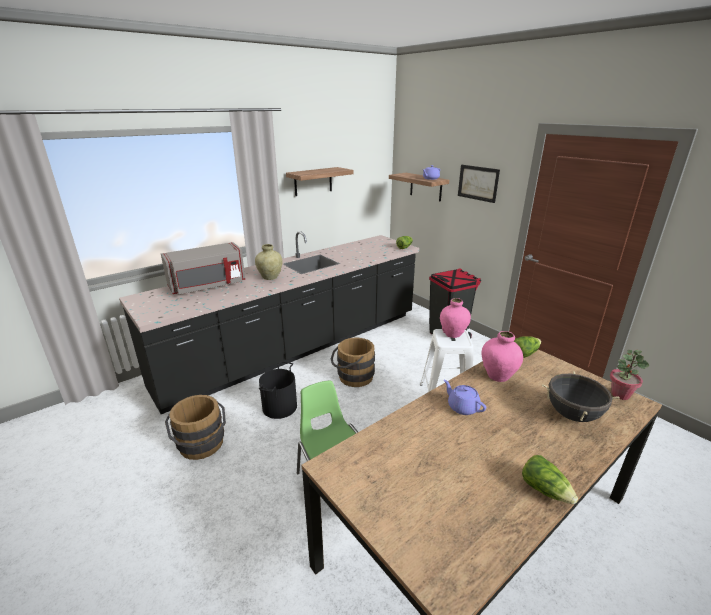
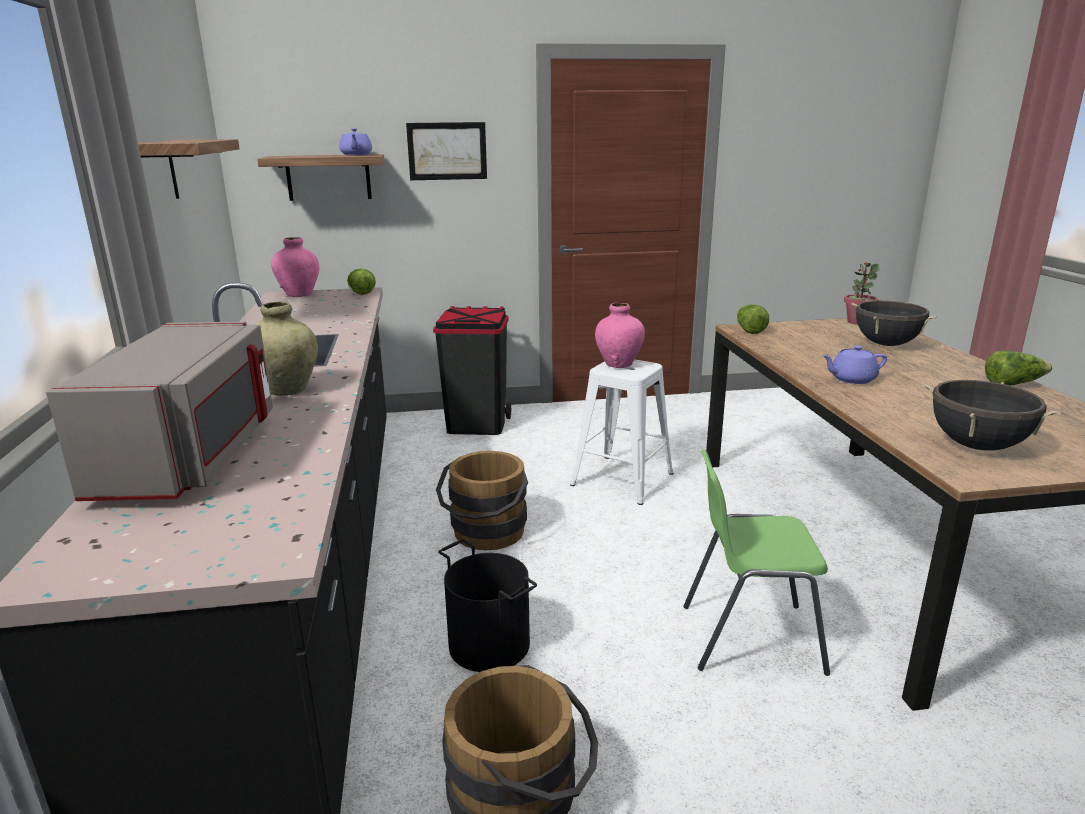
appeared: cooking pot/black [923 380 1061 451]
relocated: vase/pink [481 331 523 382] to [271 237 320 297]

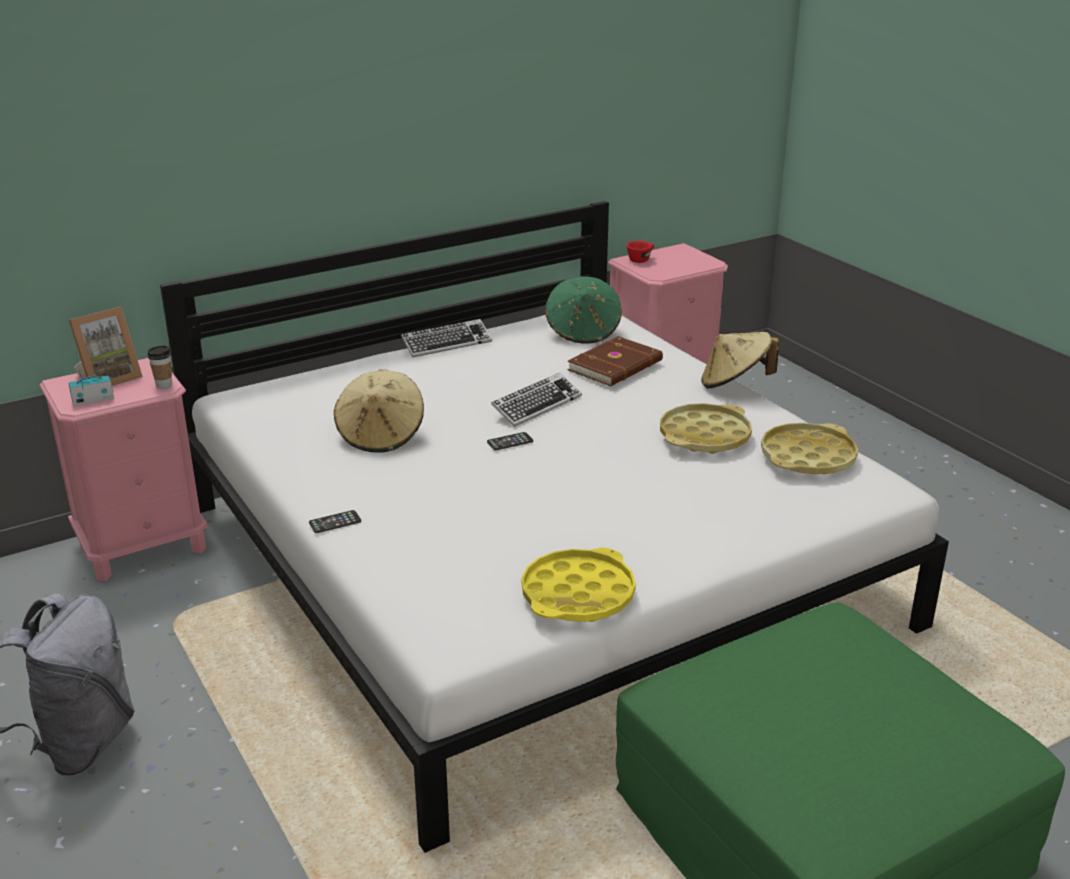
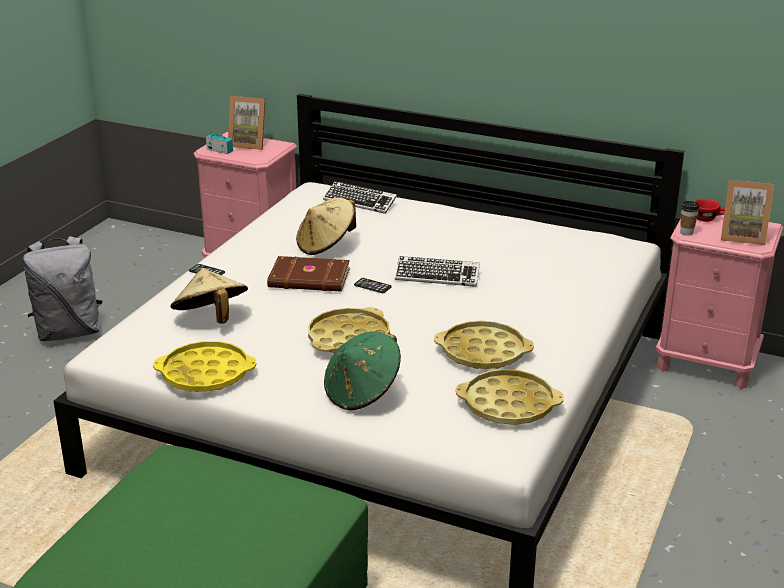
appeared: tray/yellow [308 307 390 353]; picture frame [721 180 774 245]
relocated: cup [147 346 172 389] to [680 201 700 236]; keyboard [401 319 492 358] to [323 181 397 214]; hat/green [545 276 622 344] to [324 331 401 411]; book/brown [568 336 663 386] to [267 256 350 292]; hat/beige [701 332 779 388] to [171 268 248 324]

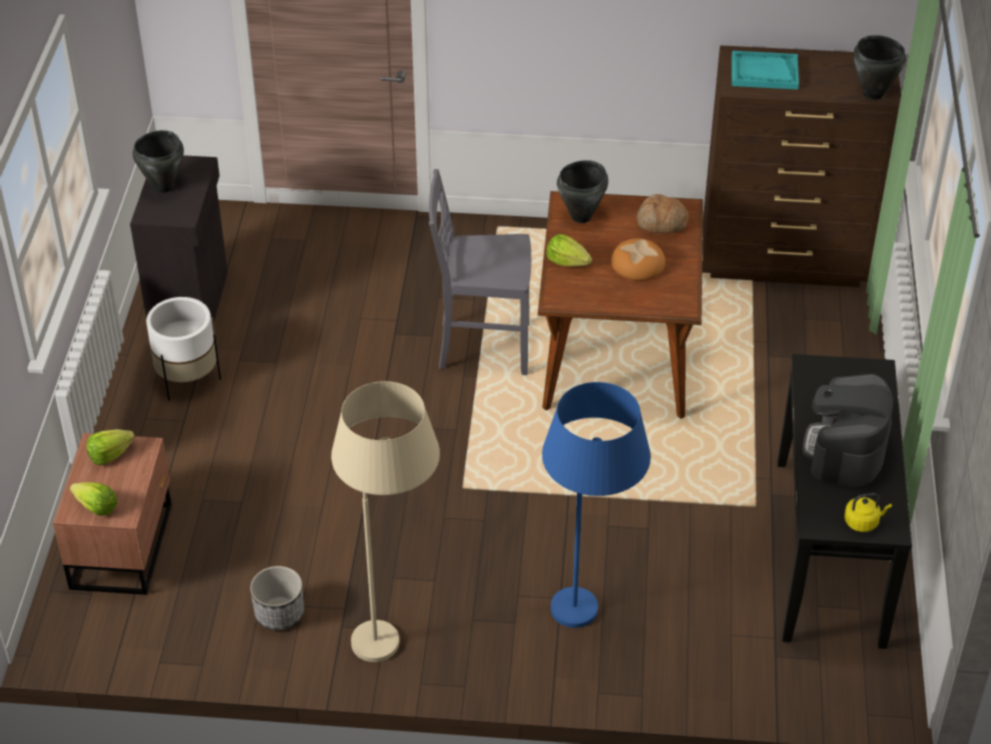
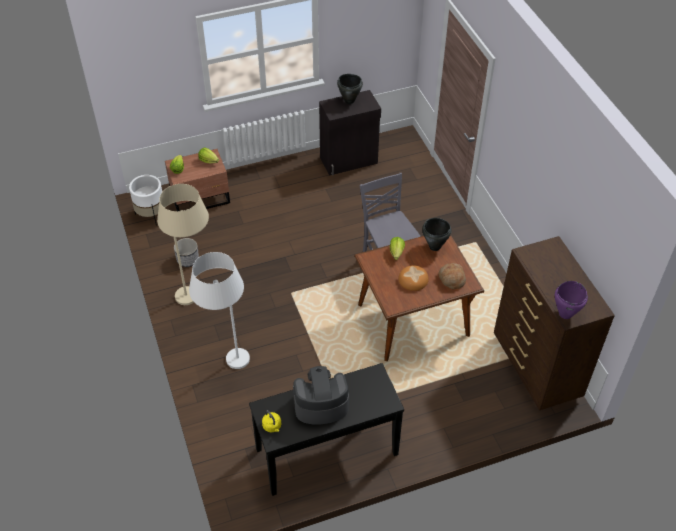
missing: tray/turquoise [732 51 799 90]
relocated: planter/white [146 297 221 400] to [129 175 162 226]
colour: floor lamp/blue [542 382 651 628] to floor lamp/white [189 252 250 369]; cooking pot/black [853 35 906 100] to cooking pot/purple [555 281 588 319]

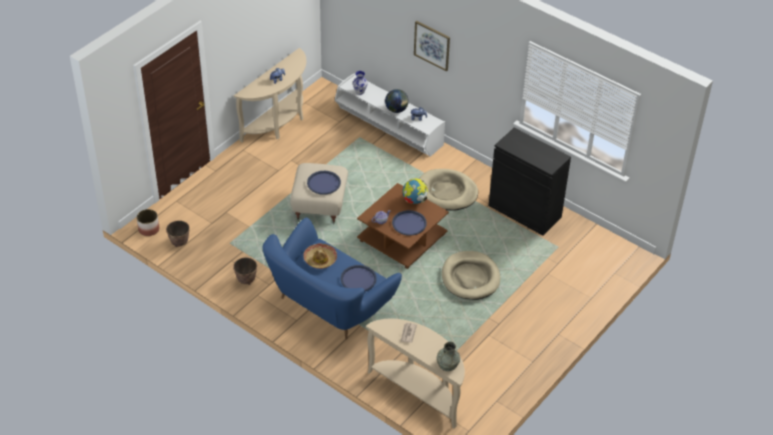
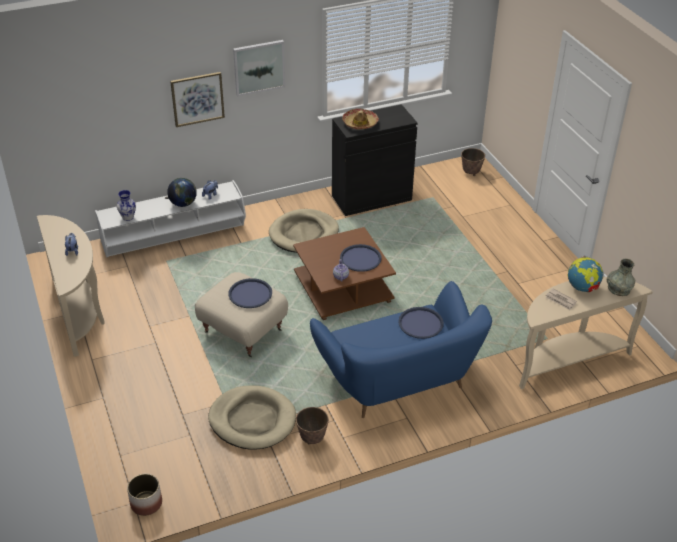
appeared: picture [233 40 285 97]
relocated: planter [166 220 190 247] to [461 148 485 176]; hat [303 243 337 269] to [342 108 379 129]; globe [403 179 428 204] to [568 255 604 292]; dog bed/beige [442 251 500 300] to [208 385 296 450]

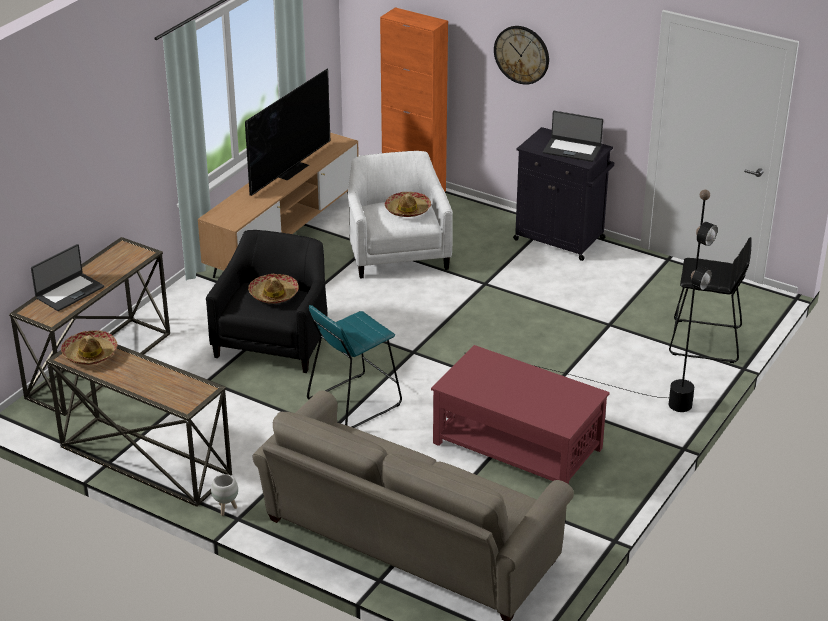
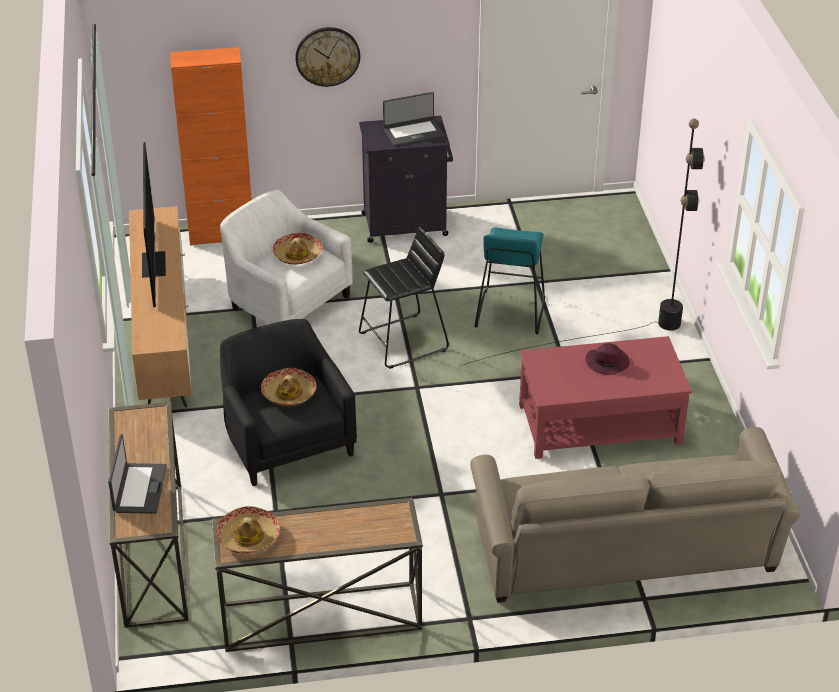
missing: planter/white [211 474 238 516]
appeared: hat/purple [585 343 630 375]
relocated: stool/turquoise [307 305 402 428] to [474 227 545 334]; stool/black [669 237 752 363] to [359 227 449 369]

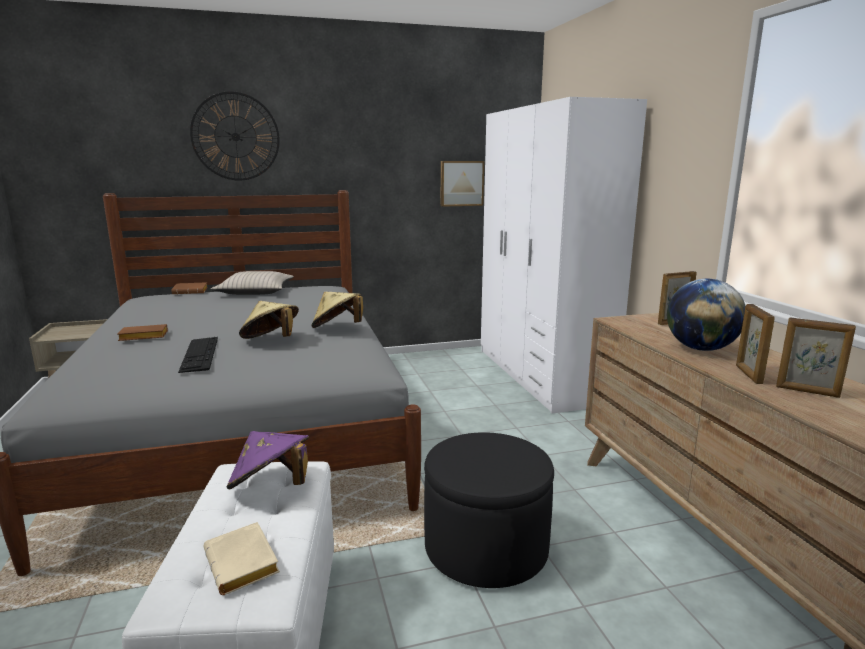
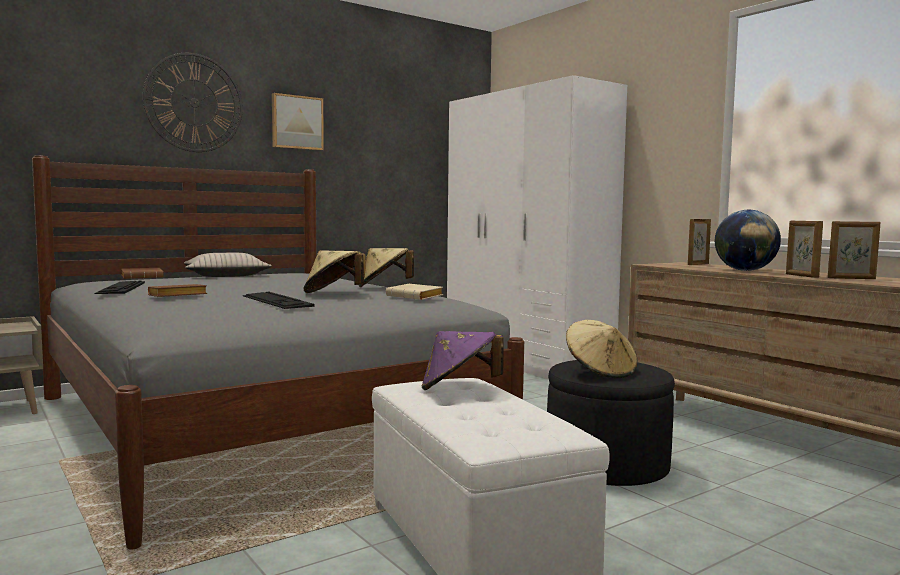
appeared: keyboard [95 280 145 294]; hat/beige [566 320 638 378]
relocated: book/beige [204 522 280 595] to [386 284 443 300]; picture [441 161 484 207] to [272 93 324 151]

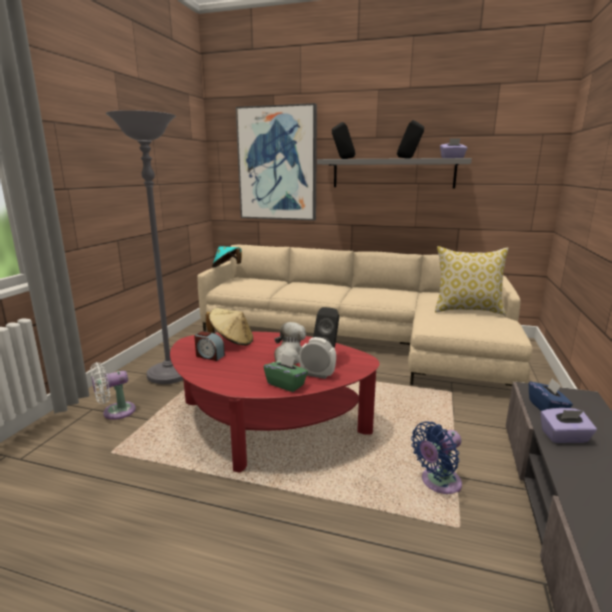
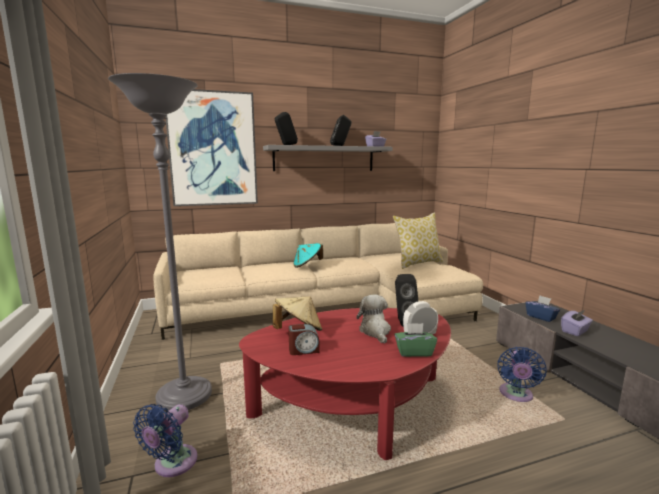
relocated: hat/turquoise [212 246 242 268] to [293 243 323 268]
colour: fan/white [90 362 136 420] to fan/blue [133 404 197 477]

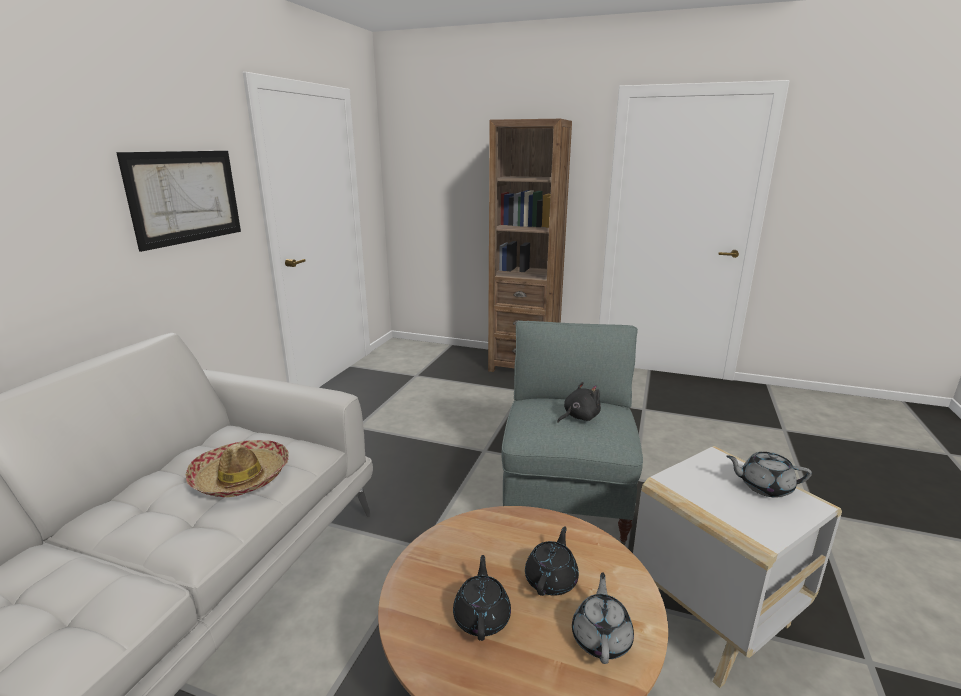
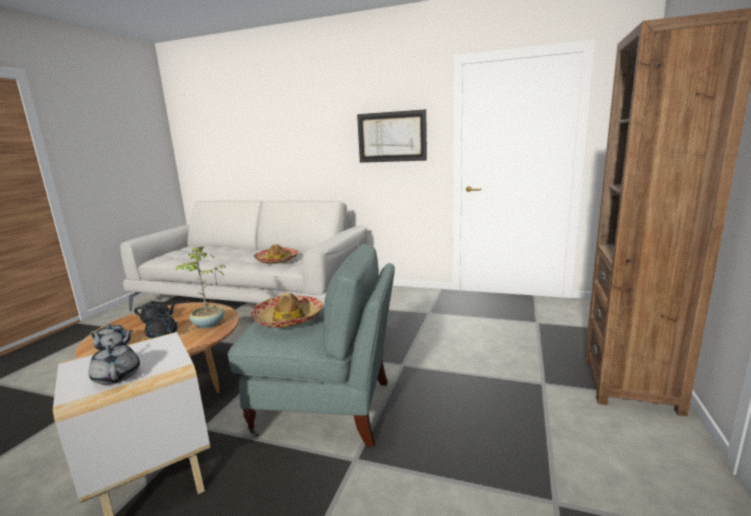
appeared: potted plant [176 246 226 329]
exchanged: plush toy/black [557 382 601 423] to hat [251 292 323 328]
spun: teapot/grey [726 452 812 498] = [89 339 140 385] 45 degrees counterclockwise

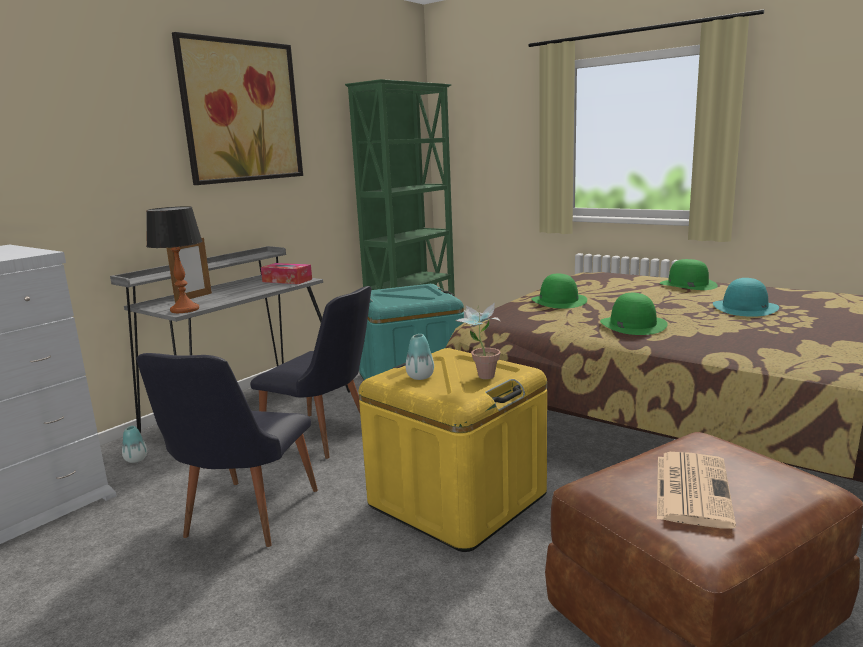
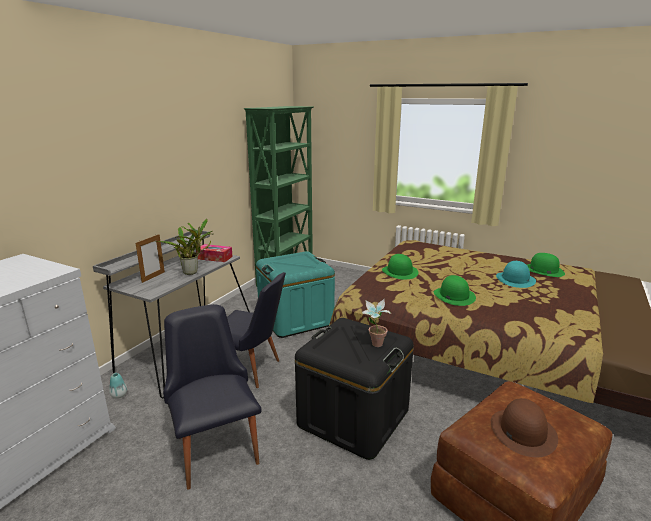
missing: table lamp [146 206 203 313]; picture [172 32 303 185]; vase [406 334 434 380]
appeared: potted plant [154 219 212 275]
relocated: hat/green [660 259 718 290] to [527 253 565 277]
exchanged: newspaper [657 452 736 529] to hat/brown [491 398 558 457]
colour: storage box/yellow [359 348 547 552] to storage box/black [295 318 414 460]
spun: chair/black [136 353 318 547] = [163 304 262 490] 150 degrees clockwise

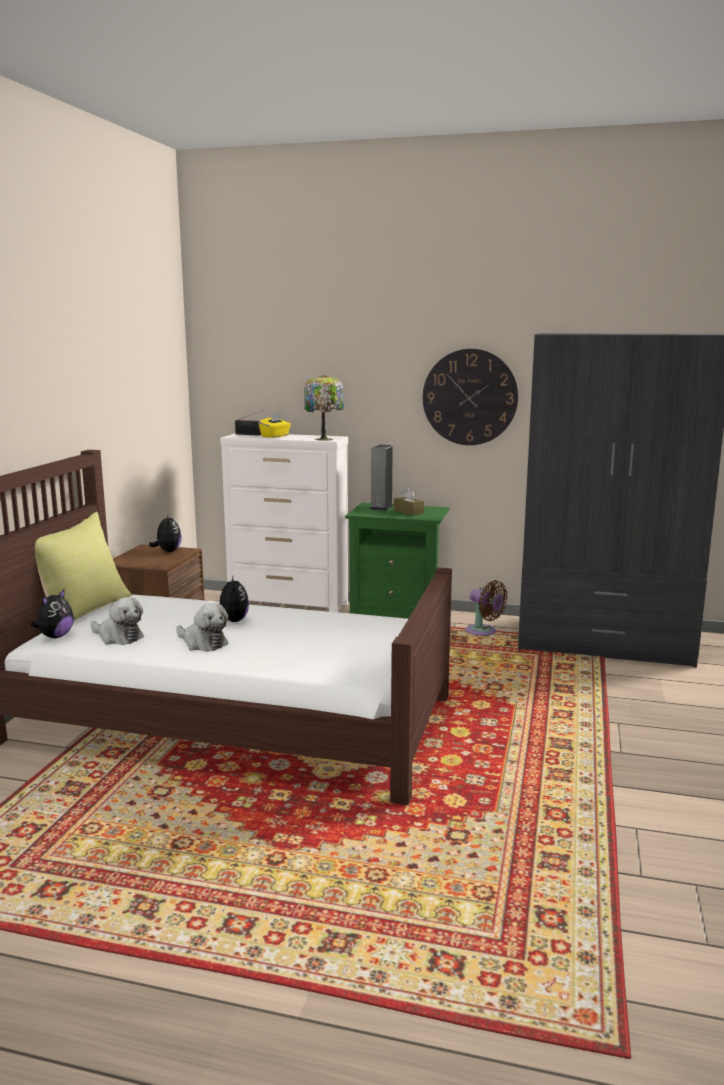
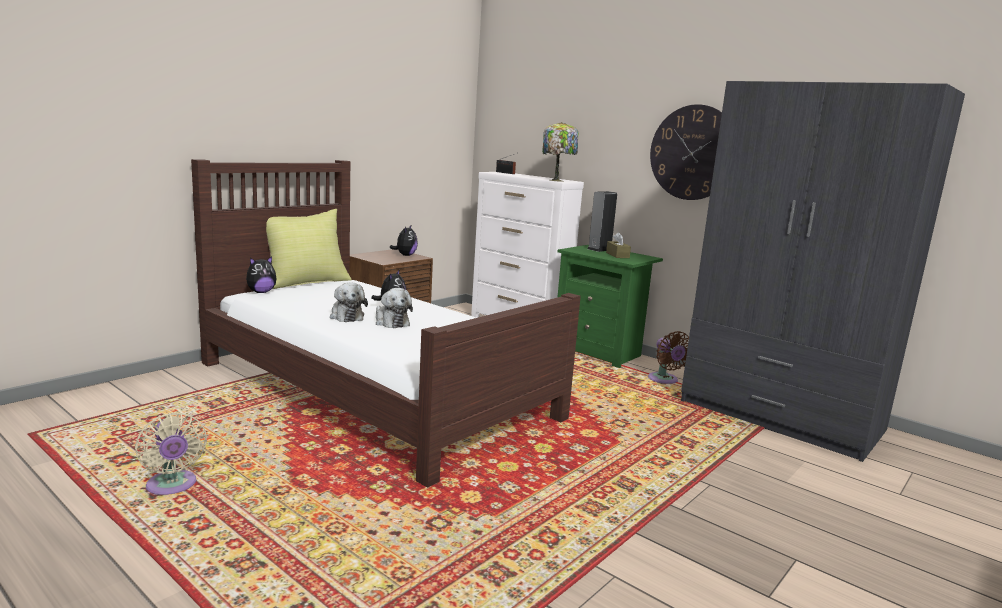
missing: tissue box/yellow [259 413 291 438]
appeared: fan/beige [135 412 207 495]
relocated: plush toy [91 597 144 645] to [376 288 413 328]

